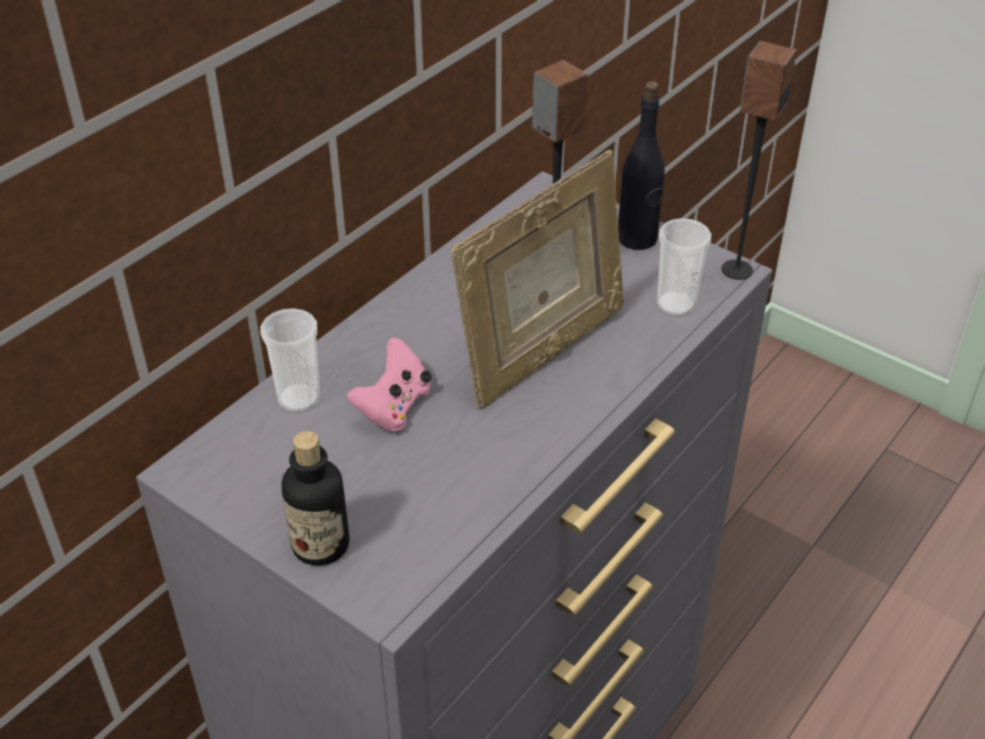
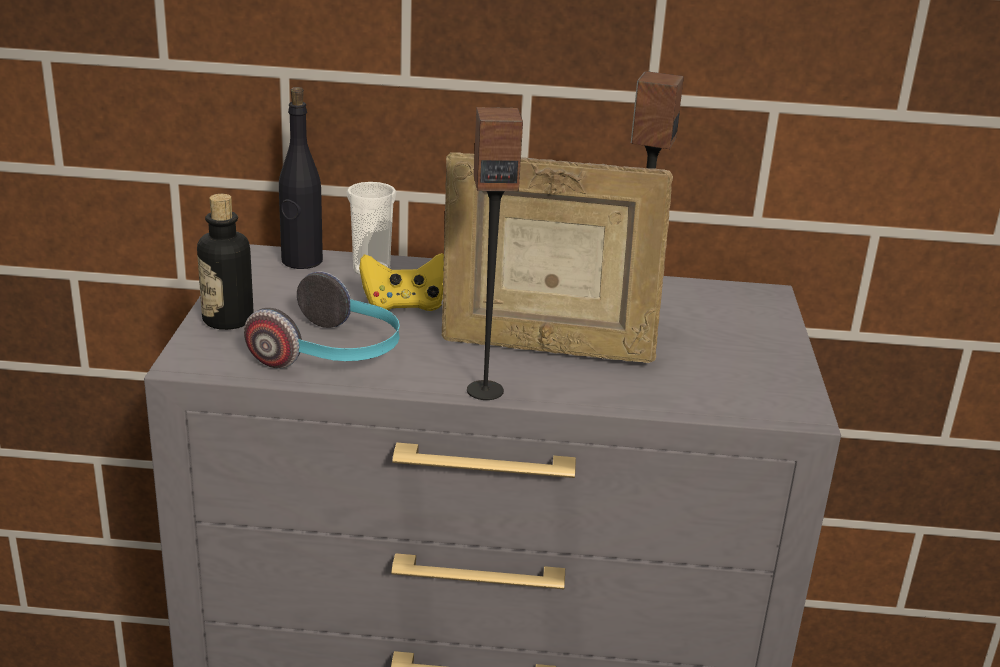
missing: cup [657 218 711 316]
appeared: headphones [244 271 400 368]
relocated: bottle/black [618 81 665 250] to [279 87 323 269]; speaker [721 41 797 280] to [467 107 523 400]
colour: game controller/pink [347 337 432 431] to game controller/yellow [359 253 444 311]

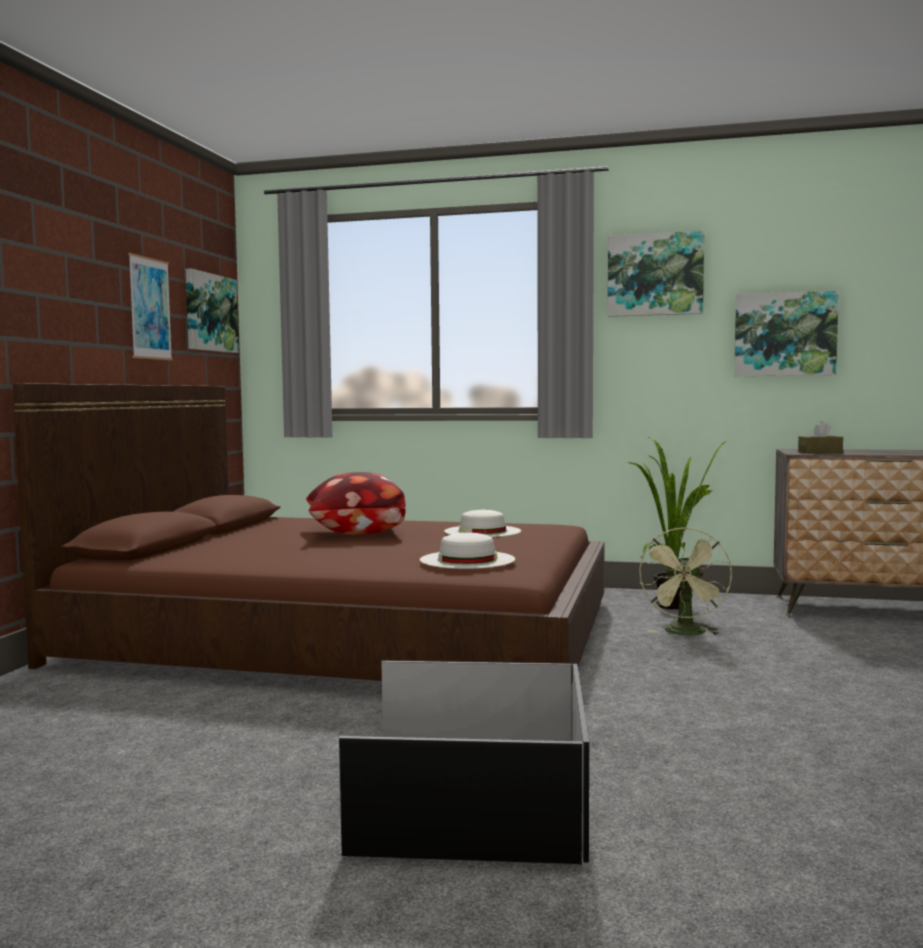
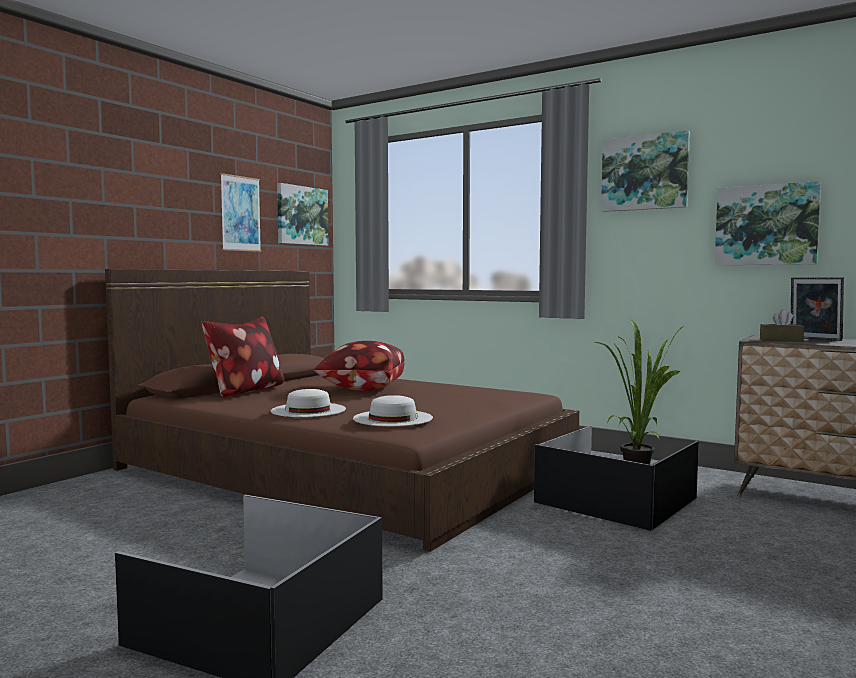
appeared: pillow [202 317 284 397]; picture frame [791 277 844 341]
relocated: hat/white [444 510 521 537] to [271 389 346 417]
exchanged: fan/green [639 527 732 635] to storage box/black [534 426 699 531]

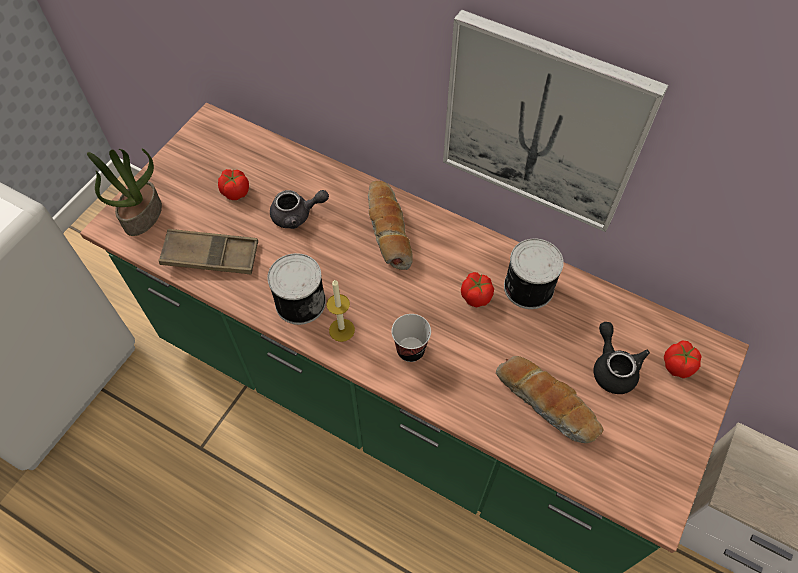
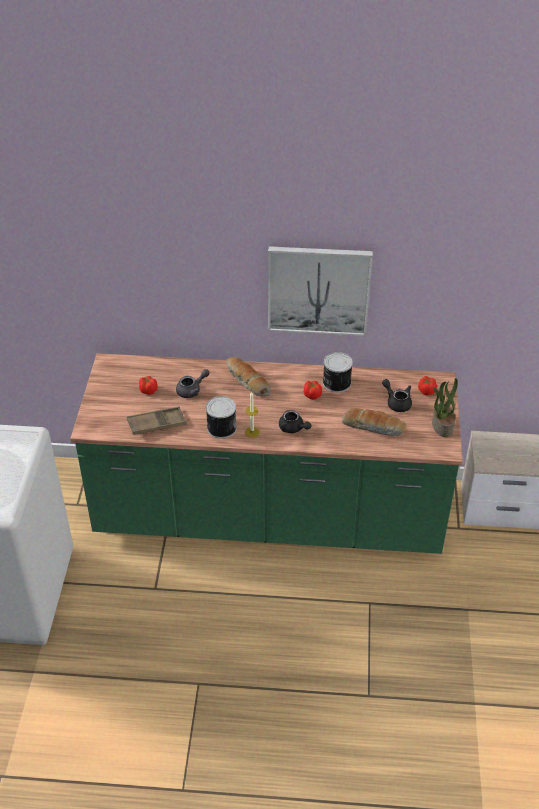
relocated: potted plant [87 148 162 236] to [432 378 458 437]
exchanged: cup [392 314 431 362] to teapot/black [279 410 312 433]

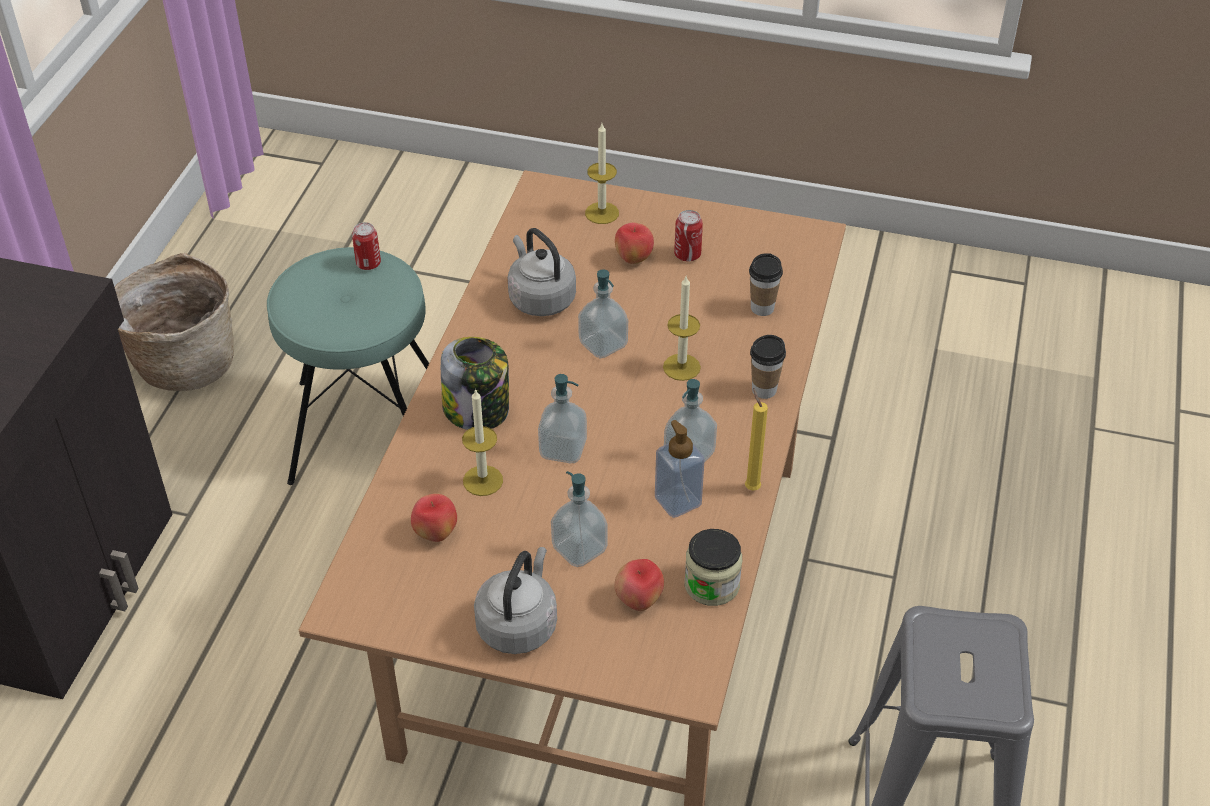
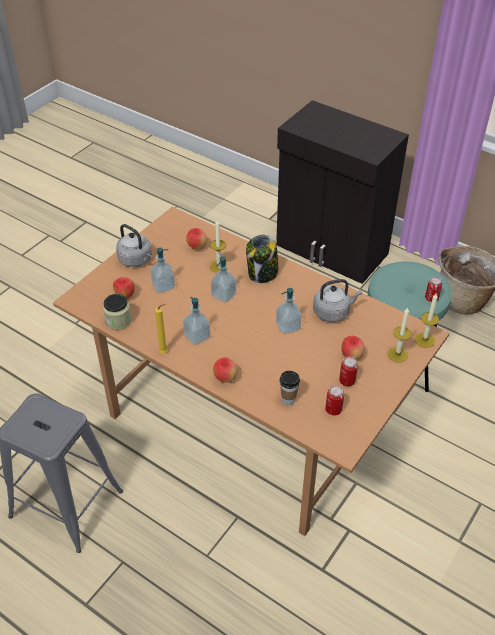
missing: soap dispenser [655 420 705 518]
appeared: can [325 385 344 416]
relocated: candle [663 276 701 381] to [415 294 439 348]
exchanged: cup [750 335 786 399] to apple [213 357 238 383]

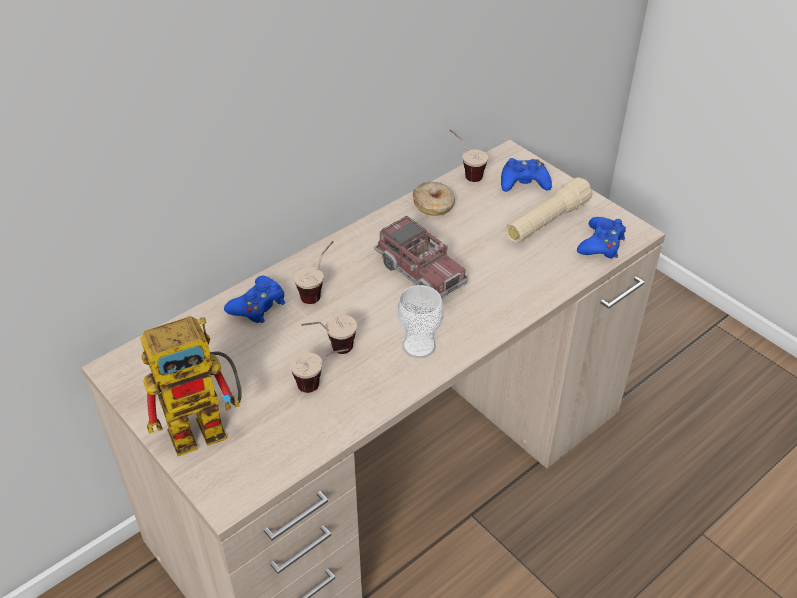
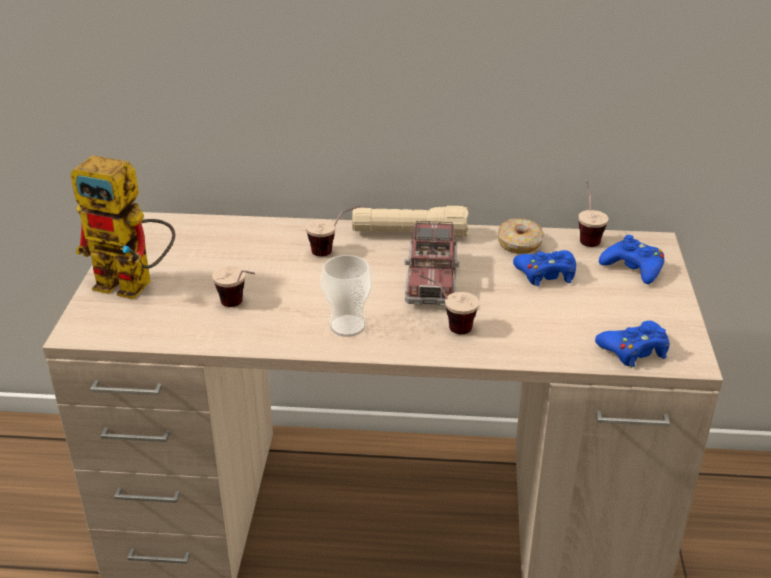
relocated: game controller/blue [224 276 285 323] to [513 250 576 286]; cup [301 315 357 354] to [419 274 479 334]; flashlight/beige [505 177 592 243] to [352 206 468 237]

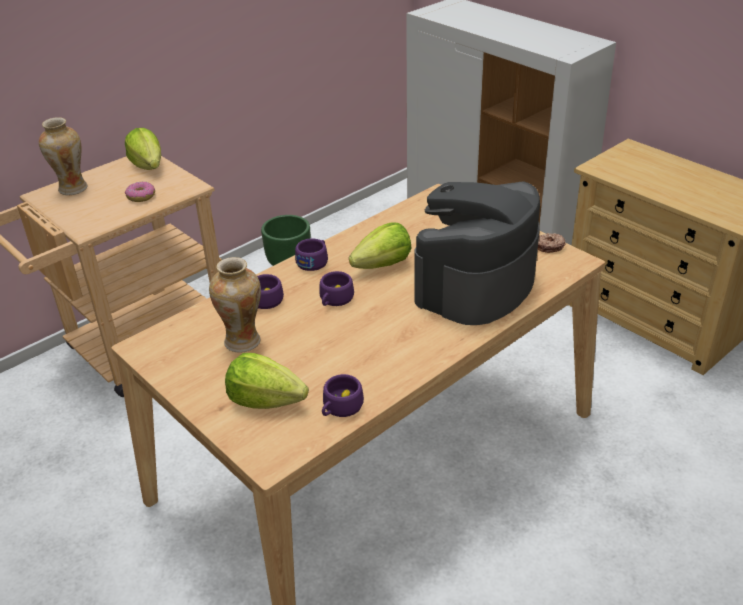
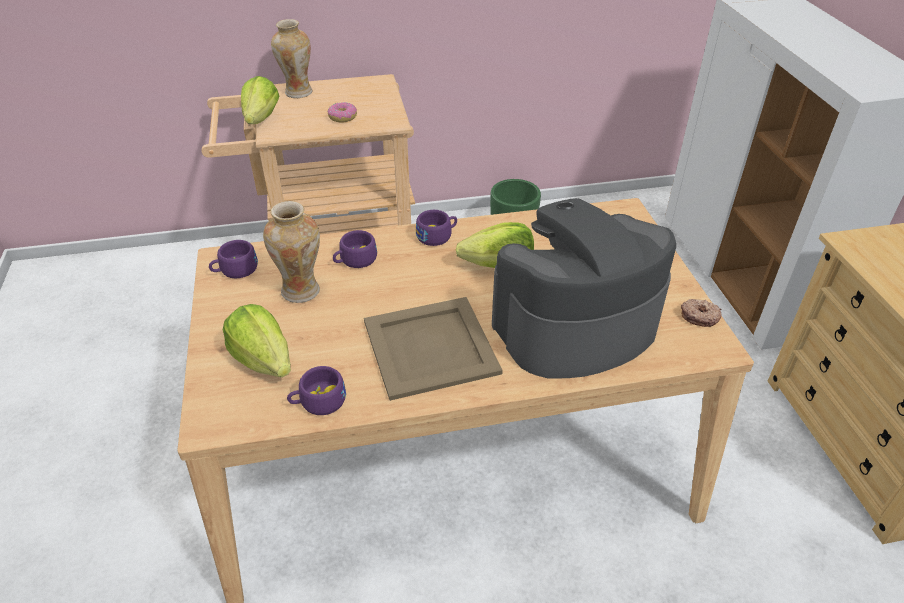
appeared: tray/beige [364 297 503 401]
relocated: lettuce [125 128 161 170] to [241 76 280 124]; cup/purple [319 271 354 306] to [209 240 258 278]

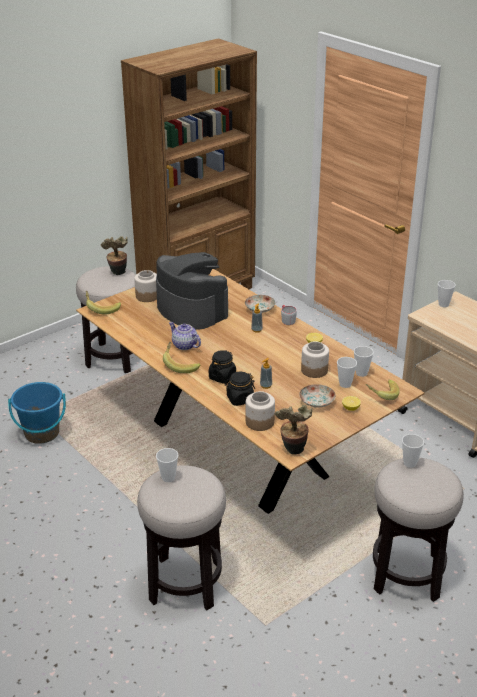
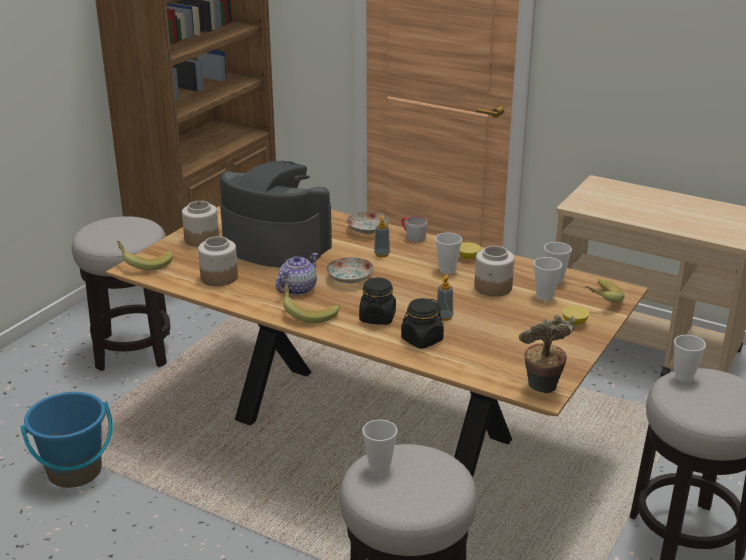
missing: potted plant [101 236 128 275]
relocated: jar [246 391 275 431] to [198 236 238 286]; plate [299 384 336 408] to [326 257 374 284]; cup [438 280 456 307] to [435 233 462 274]
spun: teapot [169 322 201 350] = [276 253 318 295] 105 degrees clockwise

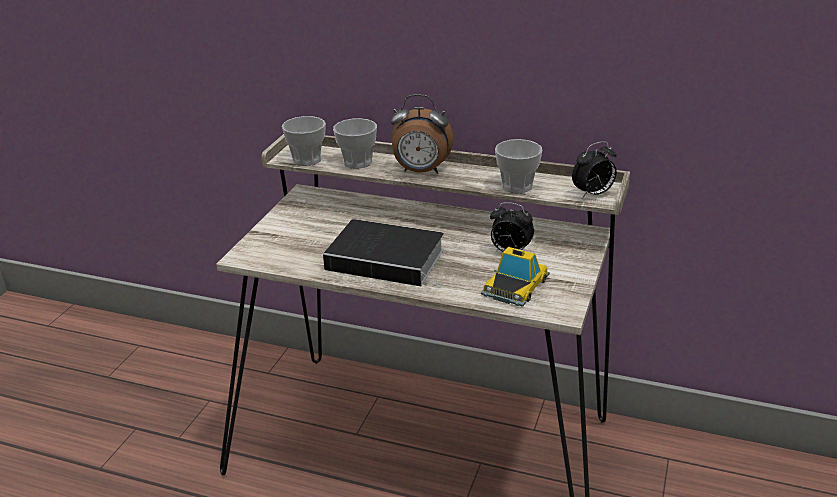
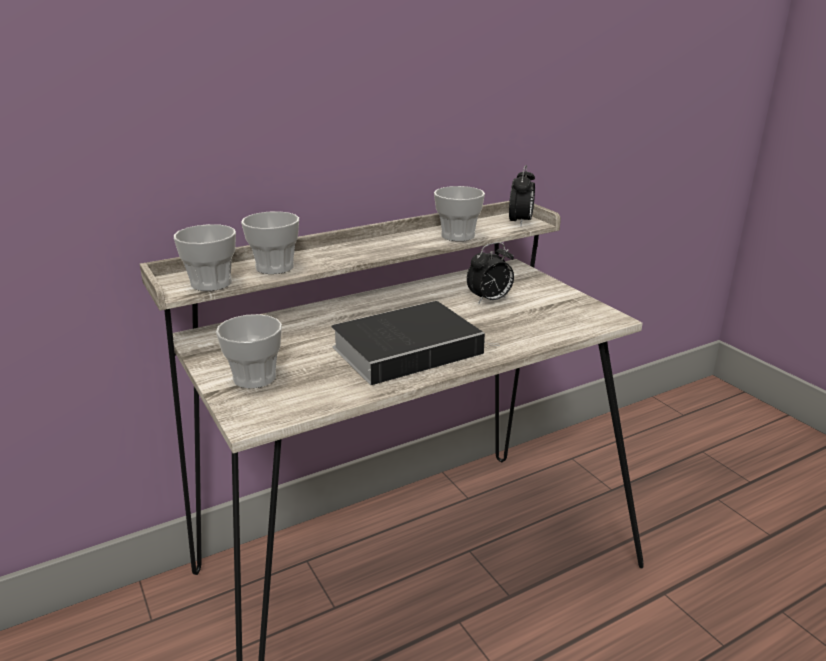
missing: alarm clock [391 94 454 174]; toy car [481 247 550 307]
appeared: cup [216 314 282 388]

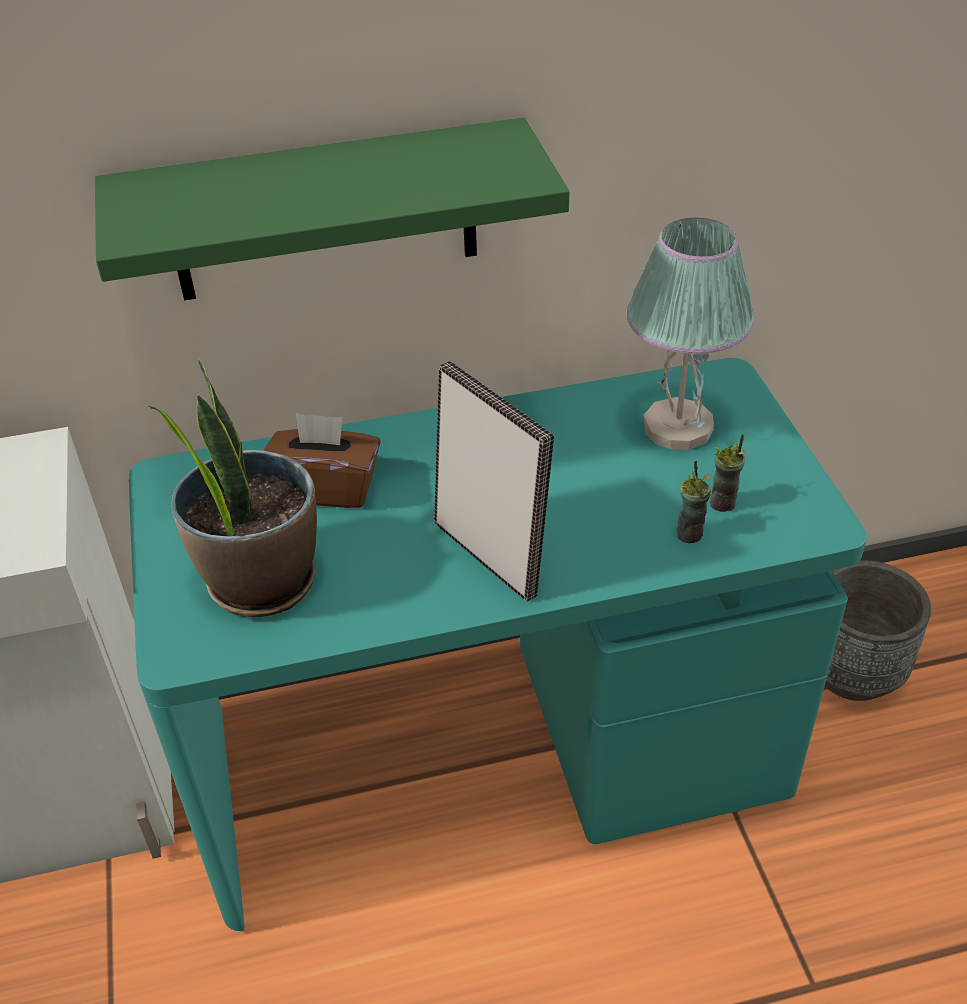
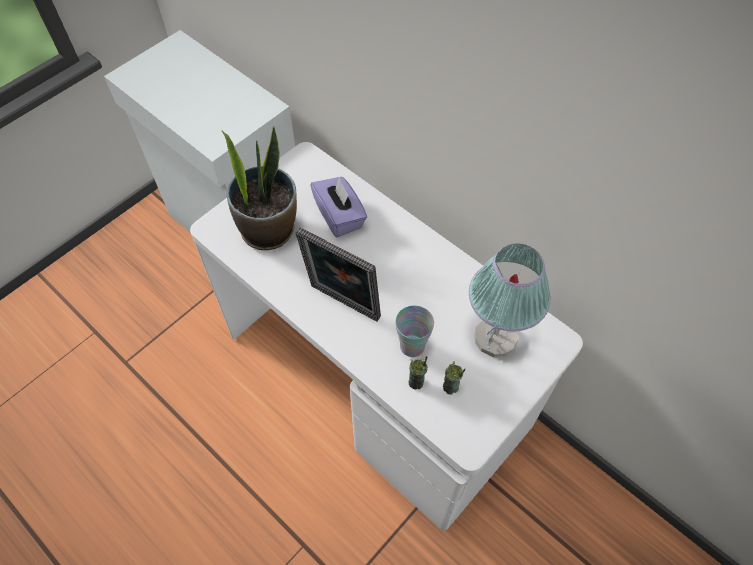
missing: shelf/green [95 118 569 301]; planter/grey [825 560 931 701]
appeared: cup [396 305 434 357]
colour: desk/turquoise [129 358 867 931] to desk/white [190 142 583 531]; tissue box/brown [263 413 381 508] to tissue box/purple [310 177 367 237]
spun: picture frame [434 361 554 602] = [296 228 381 321] 105 degrees clockwise

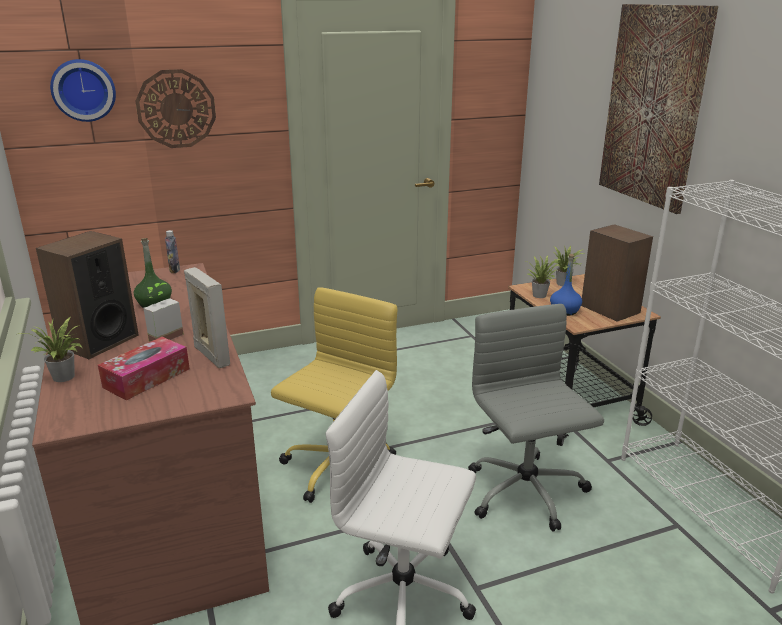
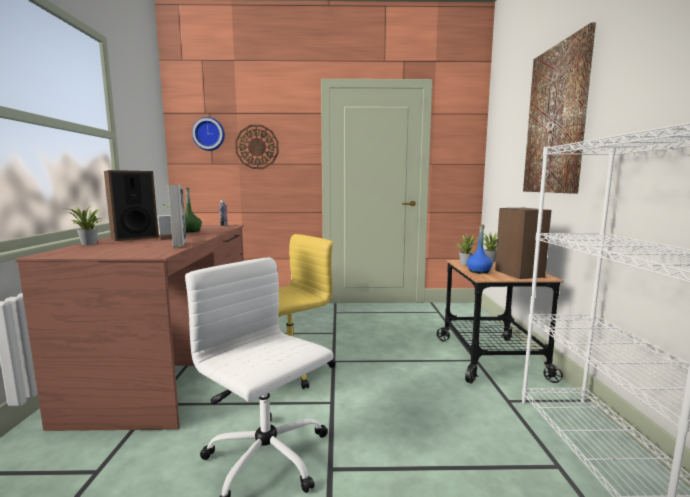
missing: tissue box [98 337 190 400]; office chair/grey [468 304 604 532]

